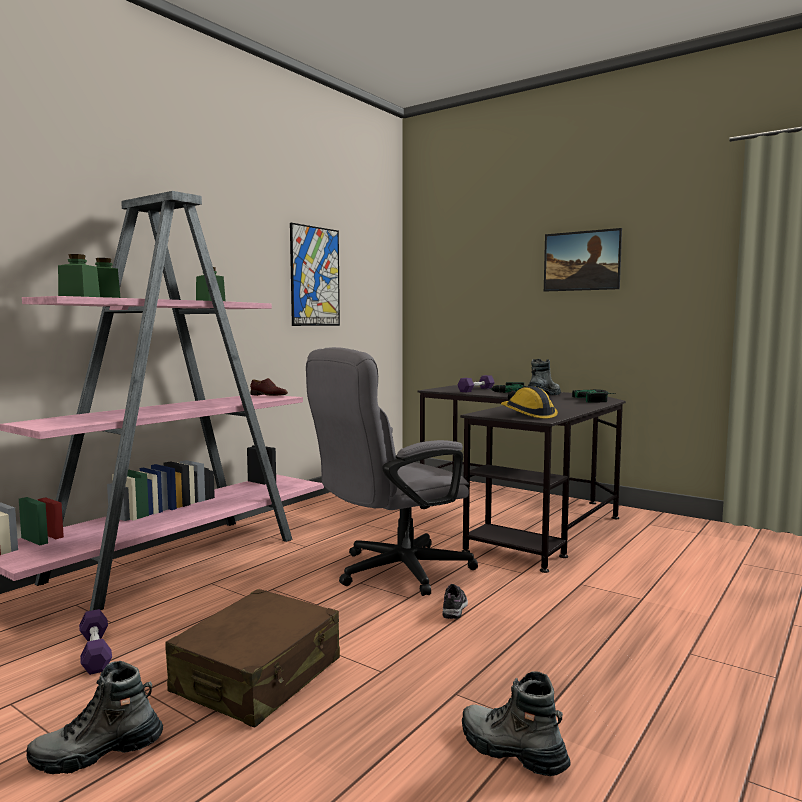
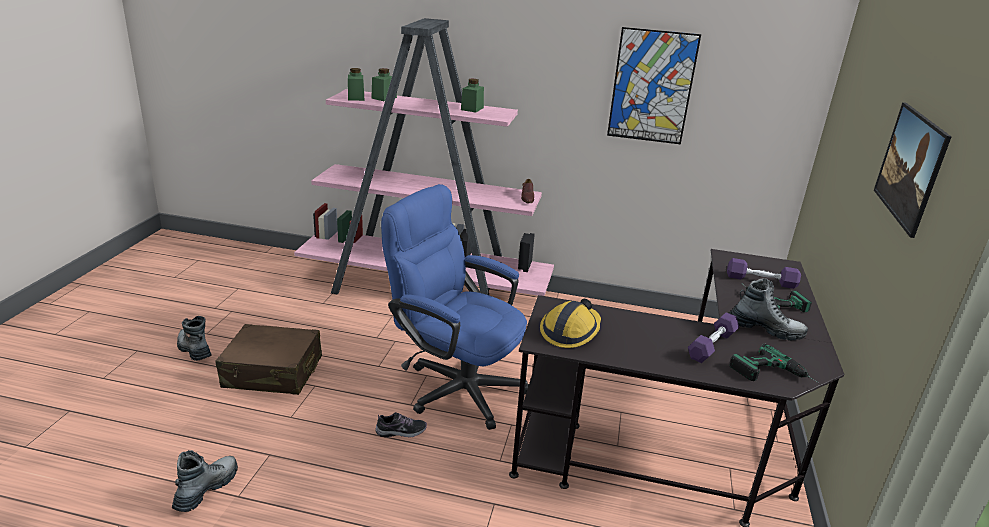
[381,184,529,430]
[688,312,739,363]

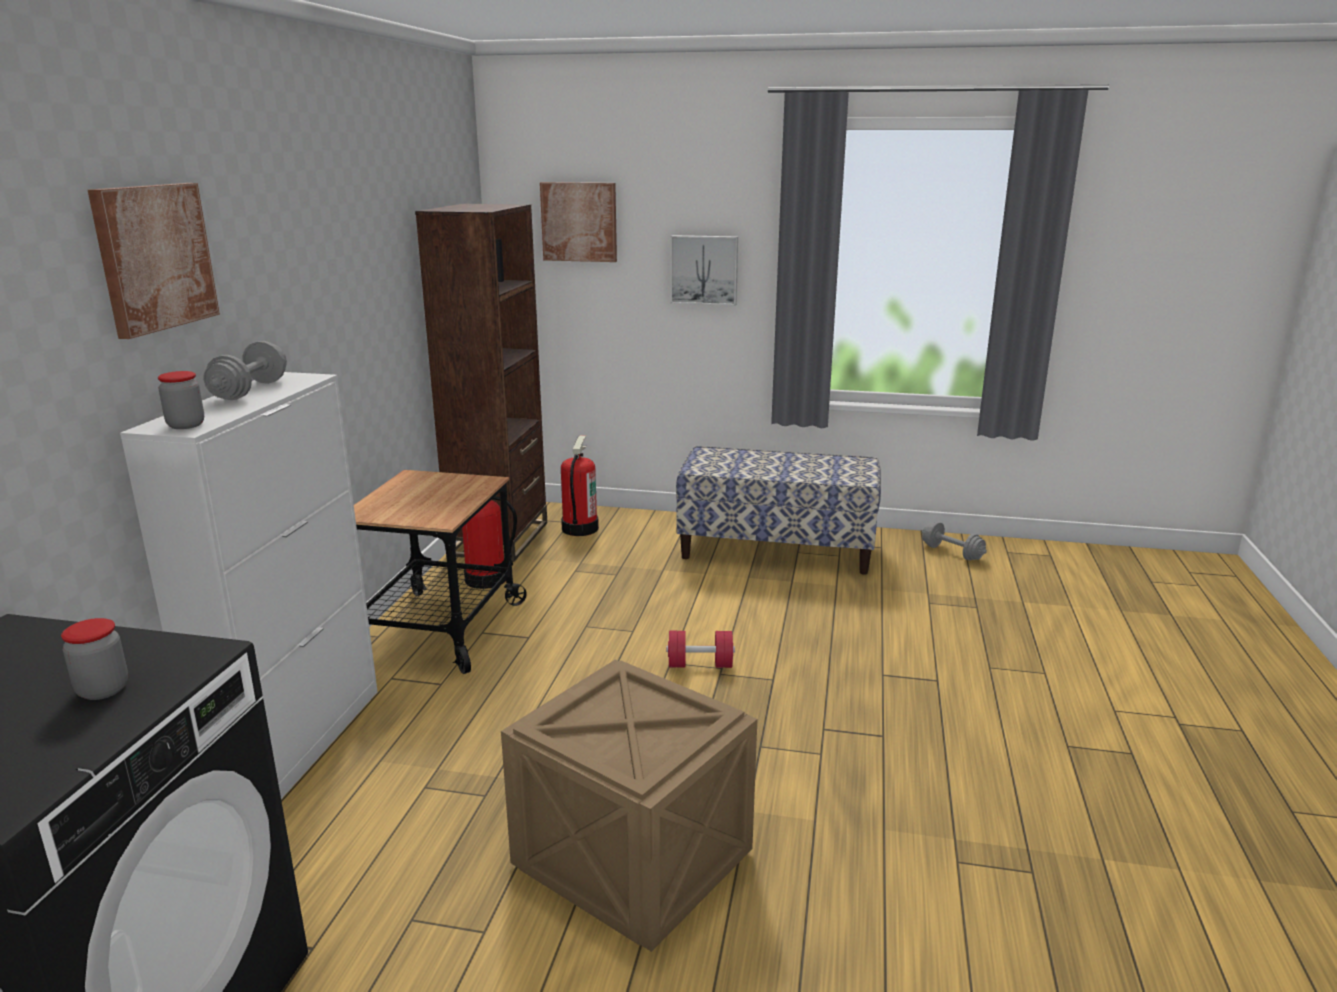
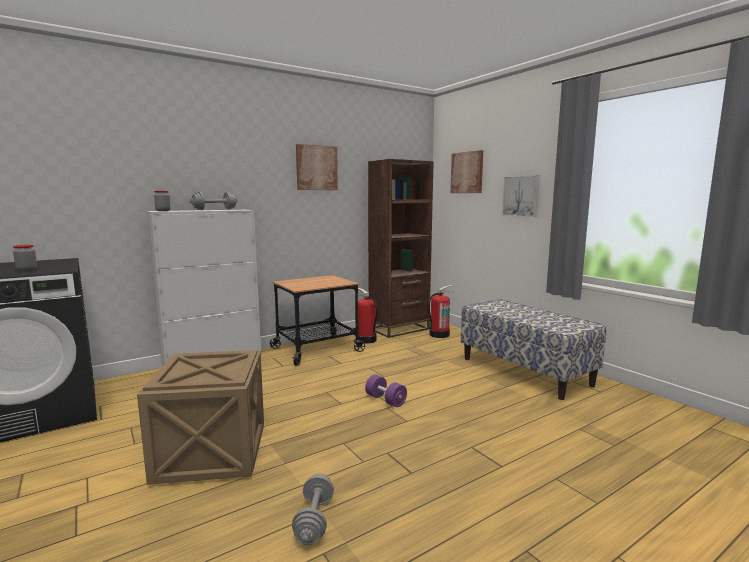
[296,144,338,190]
[292,473,334,545]
[365,374,407,407]

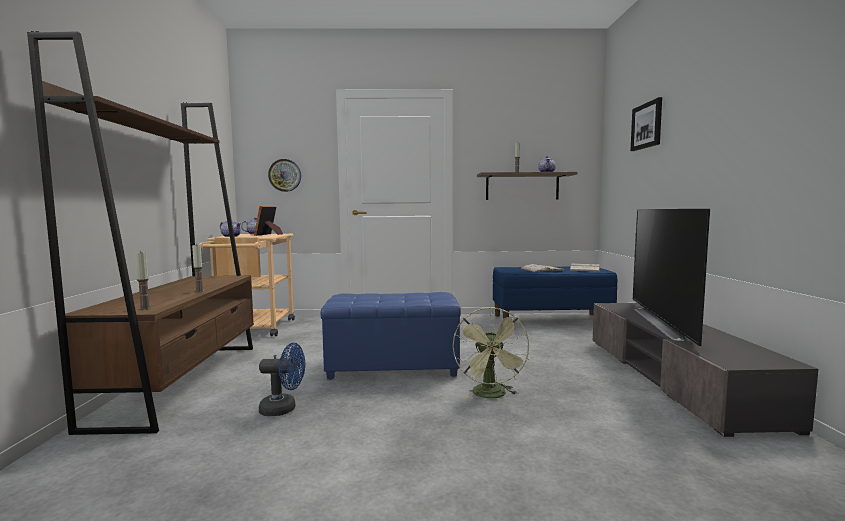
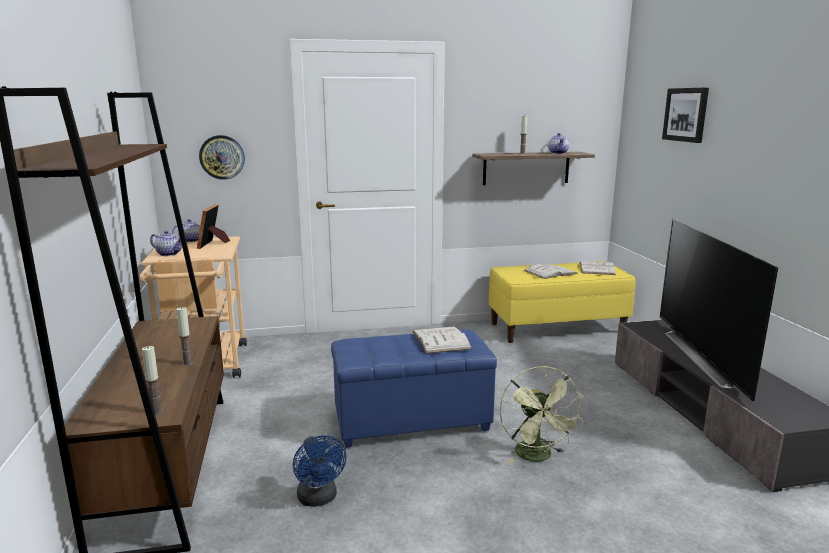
[488,261,635,343]
[293,435,346,507]
[412,326,472,354]

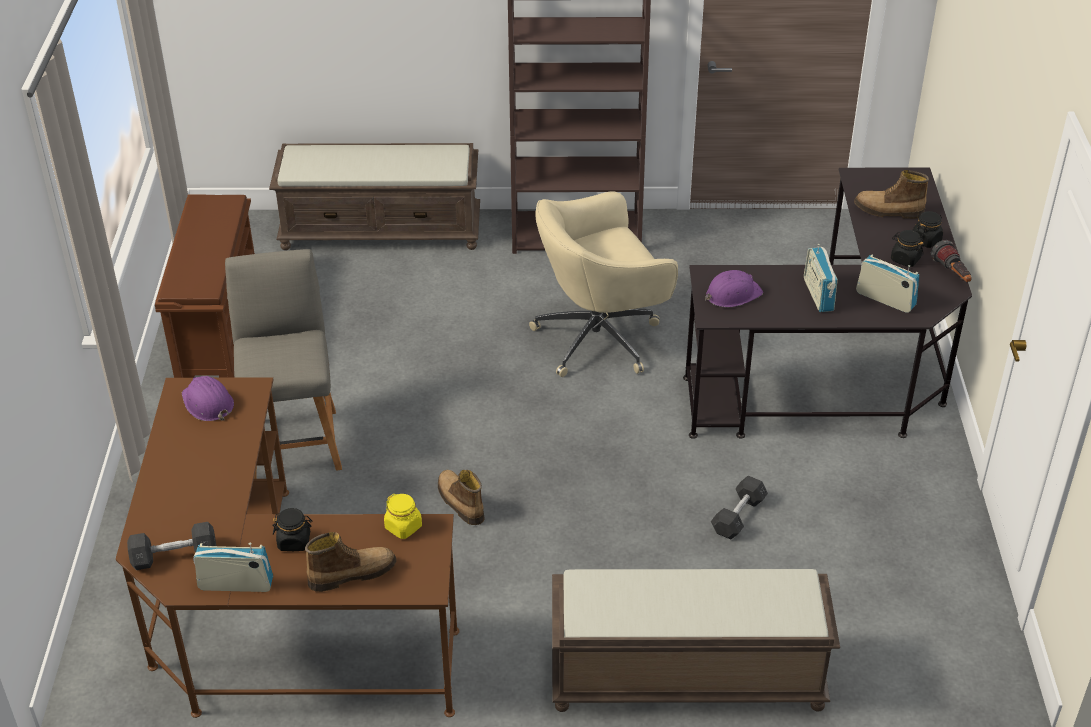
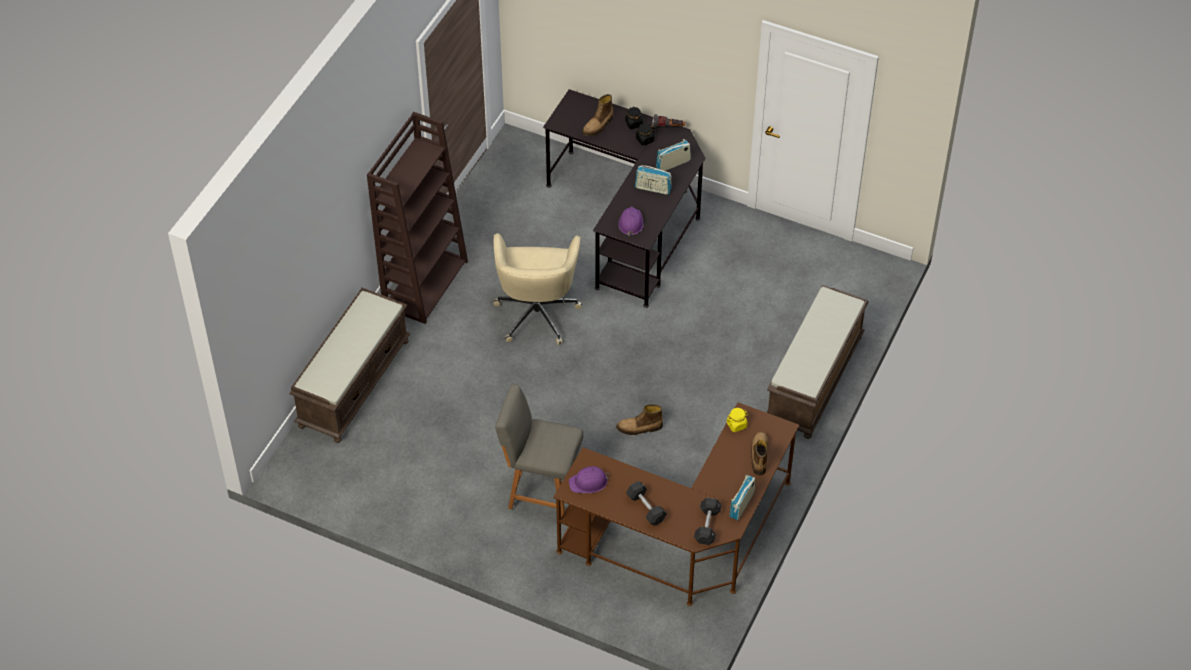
[155,194,255,378] (first image)
[626,481,667,526]
[272,508,312,551] (first image)

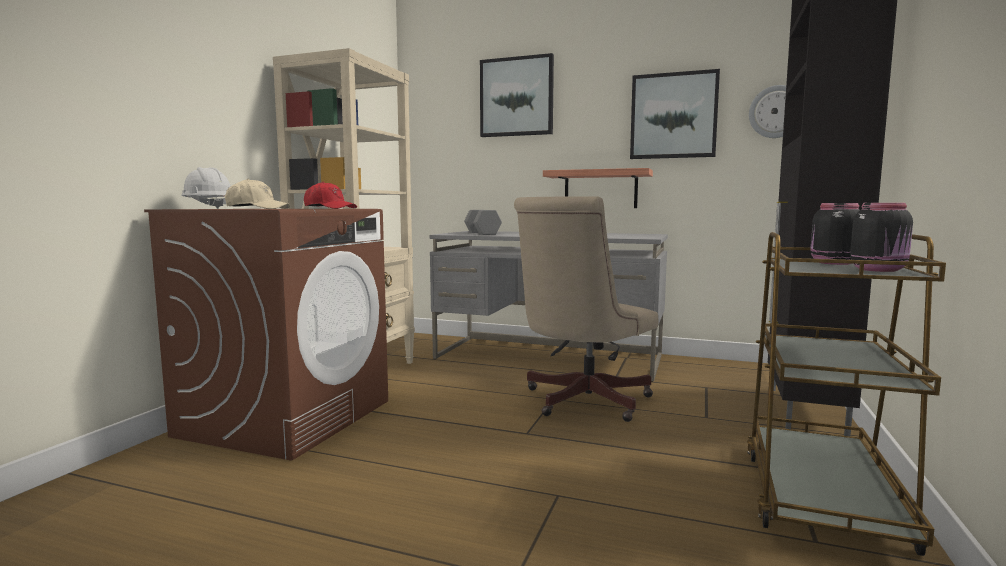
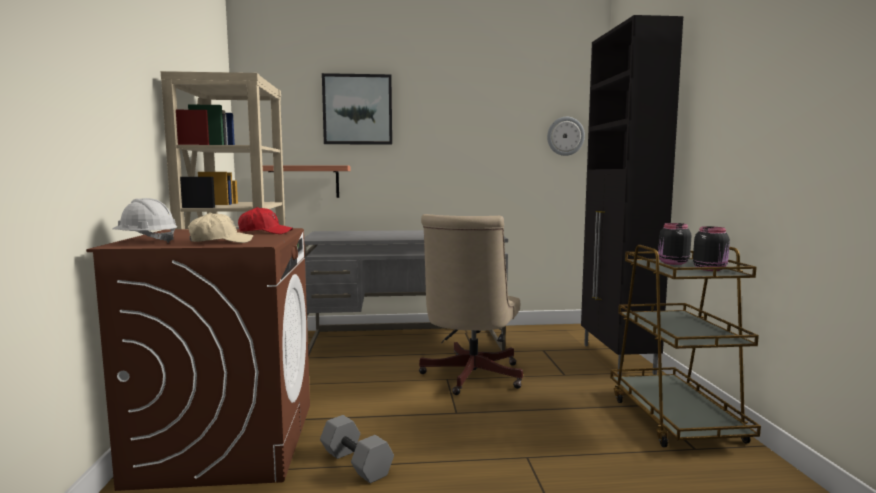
[630,69,720,159] (first image)
[263,165,350,198]
[320,415,394,483]

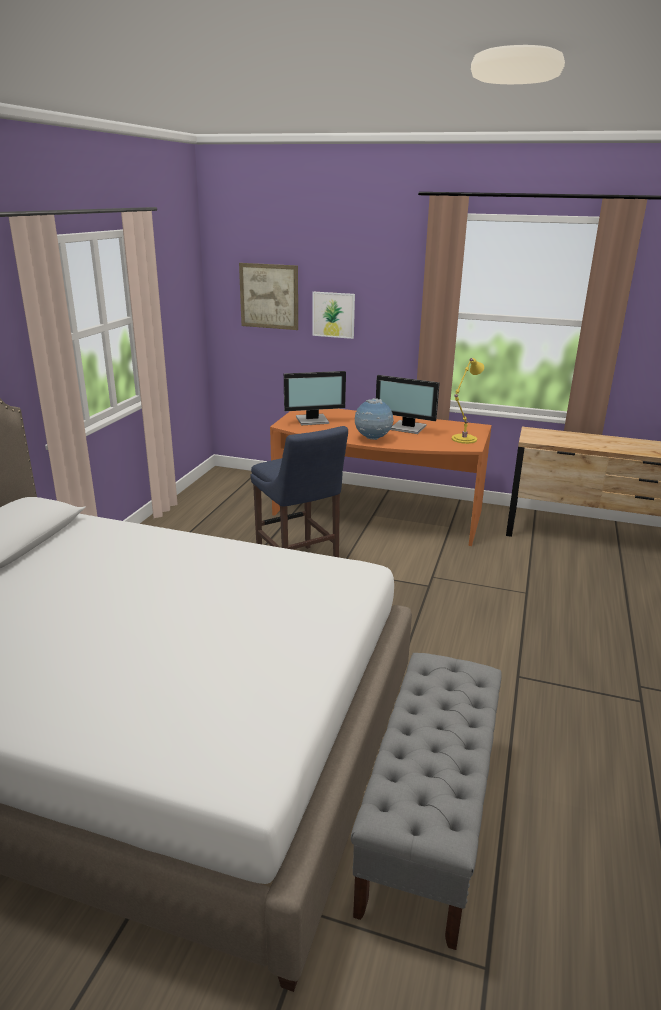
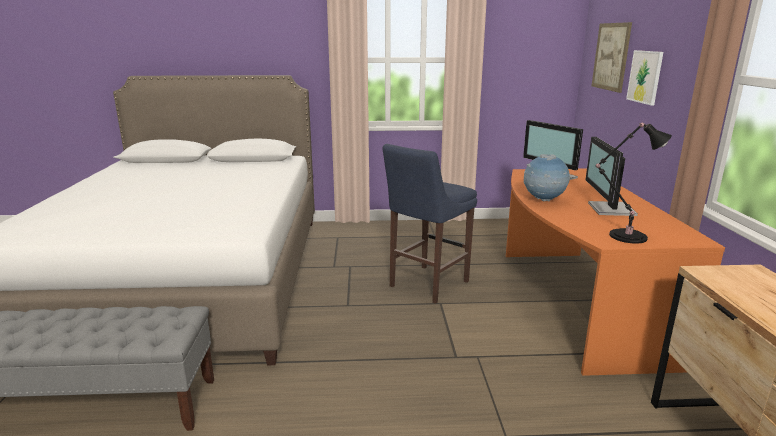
[596,122,672,244]

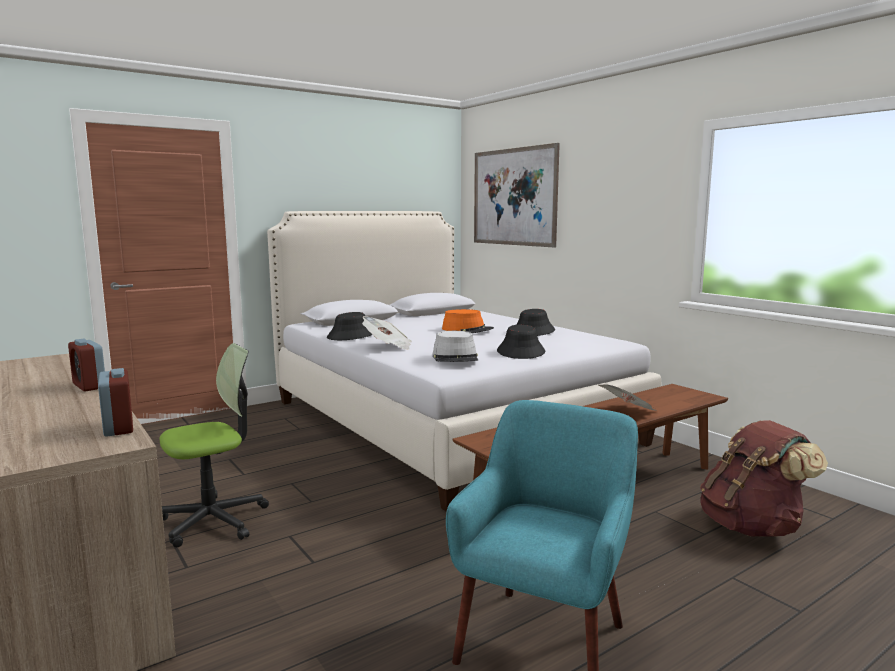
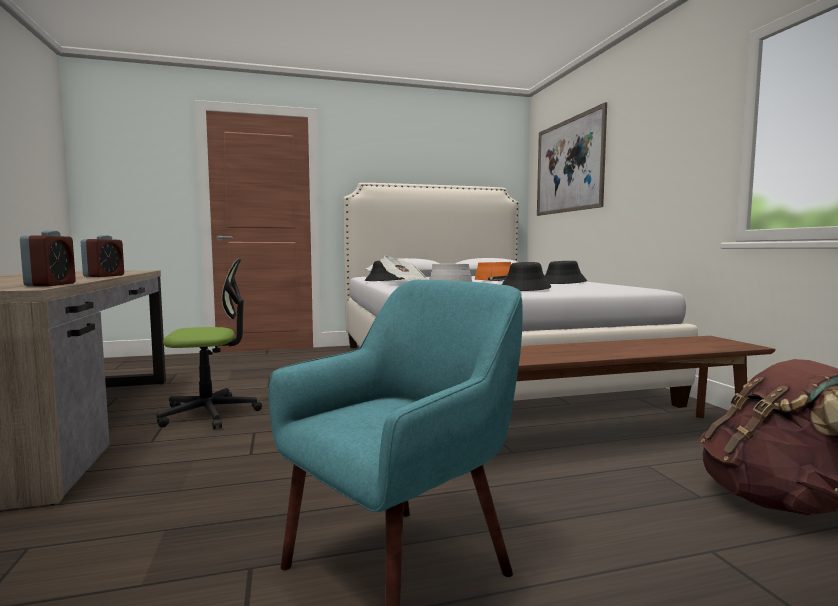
[81,235,124,277]
[599,384,655,410] (first image)

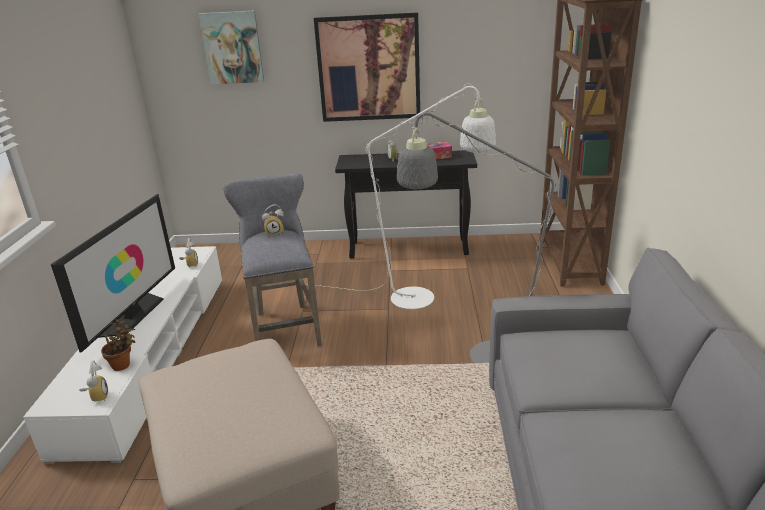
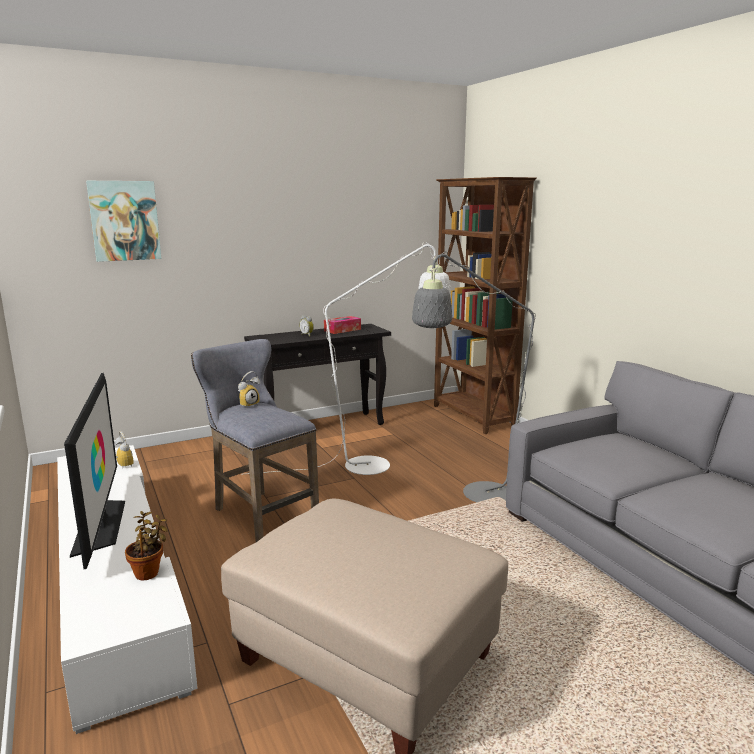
[314,12,420,122] (first image)
[79,361,108,402] (first image)

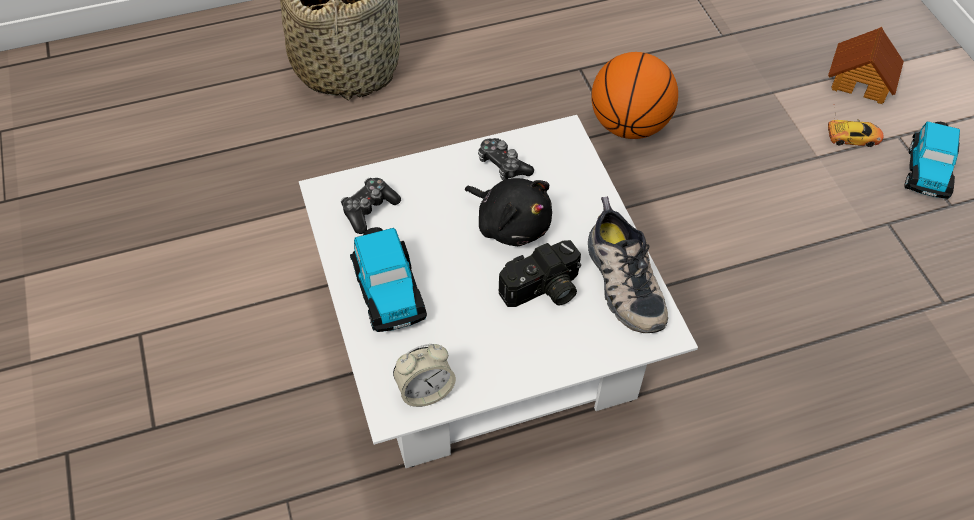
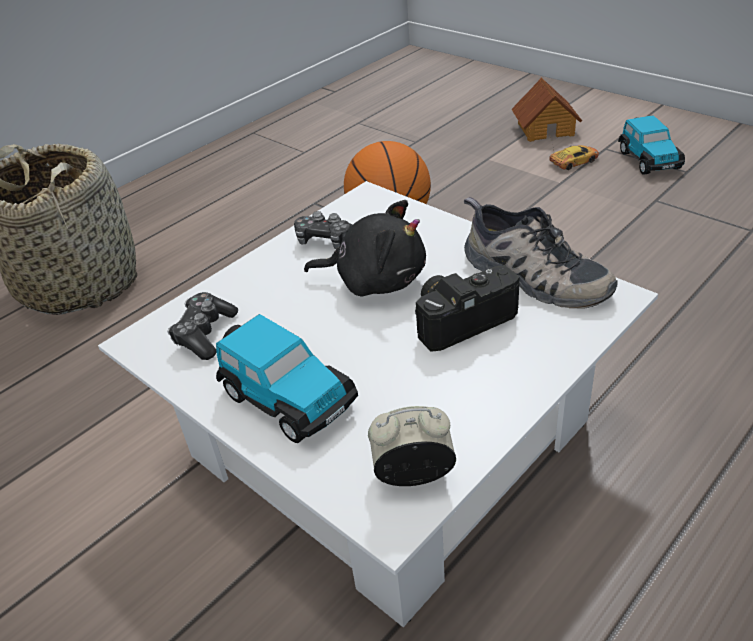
[415,266,520,352]
[368,406,456,486]

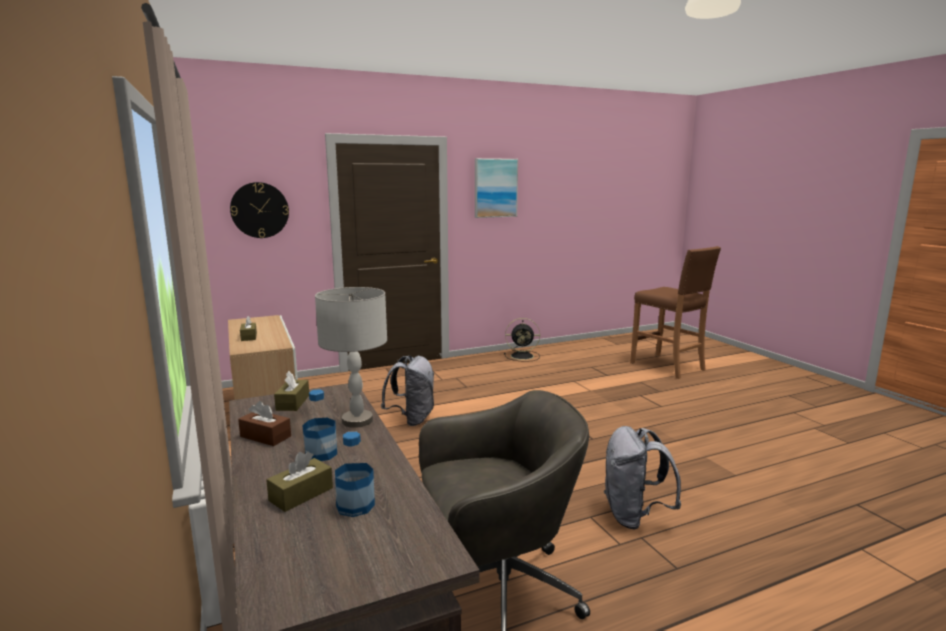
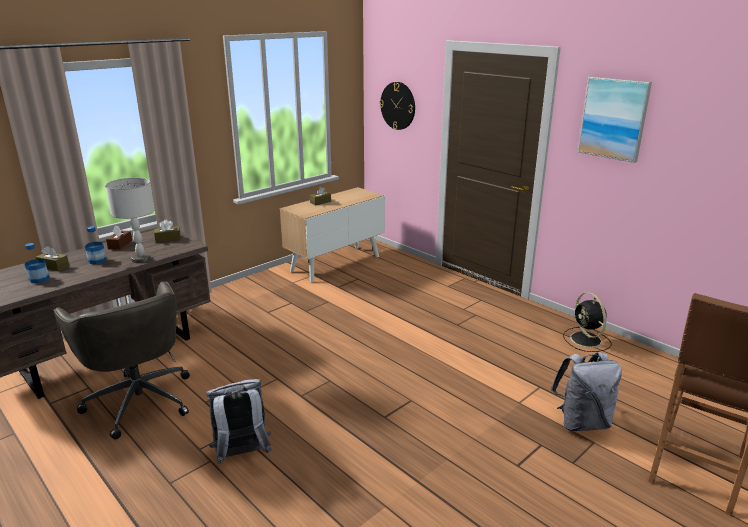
[551,352,622,431]

